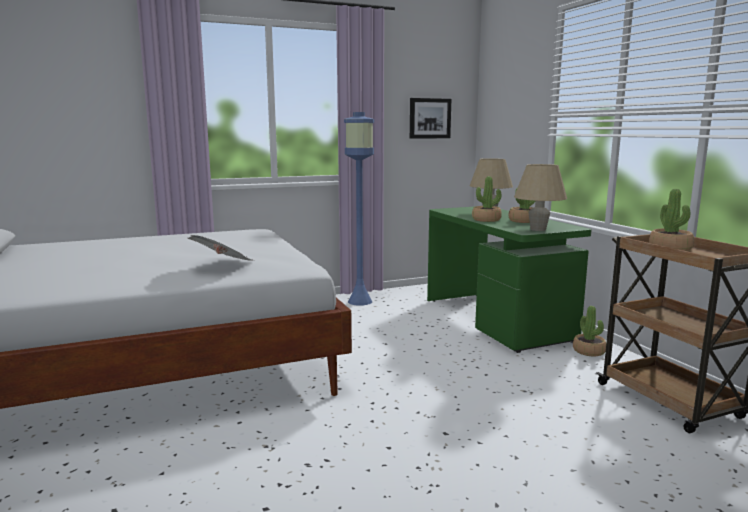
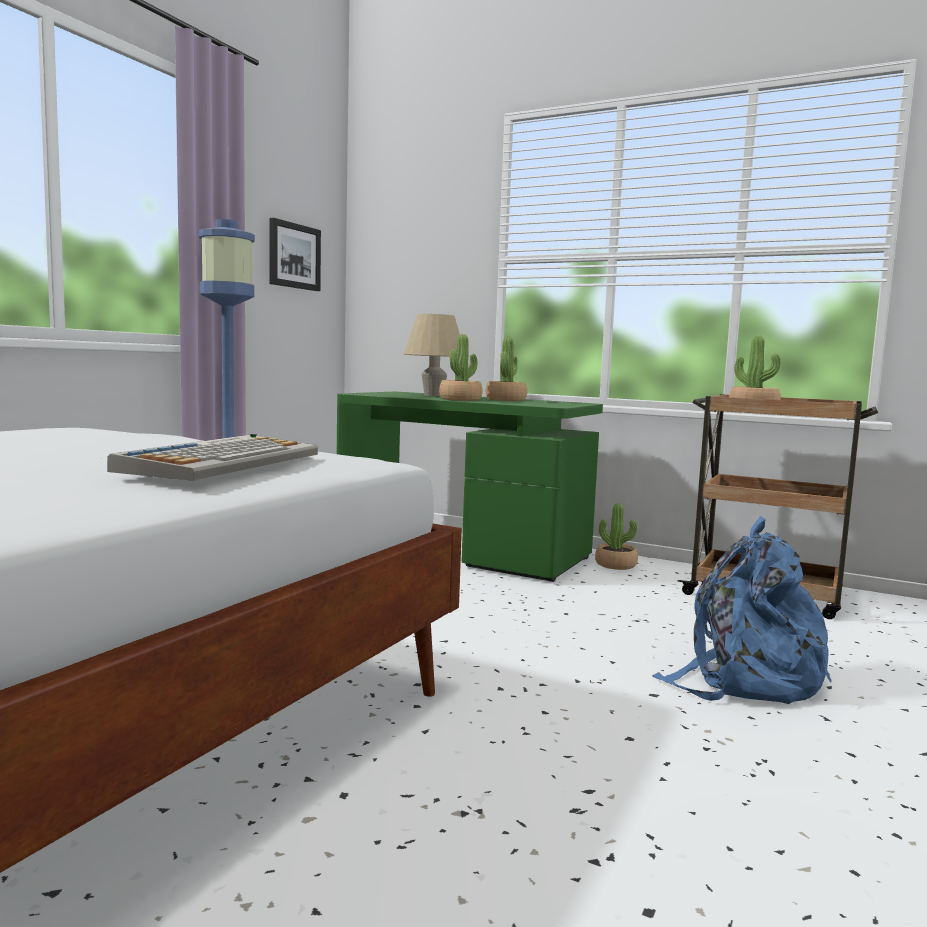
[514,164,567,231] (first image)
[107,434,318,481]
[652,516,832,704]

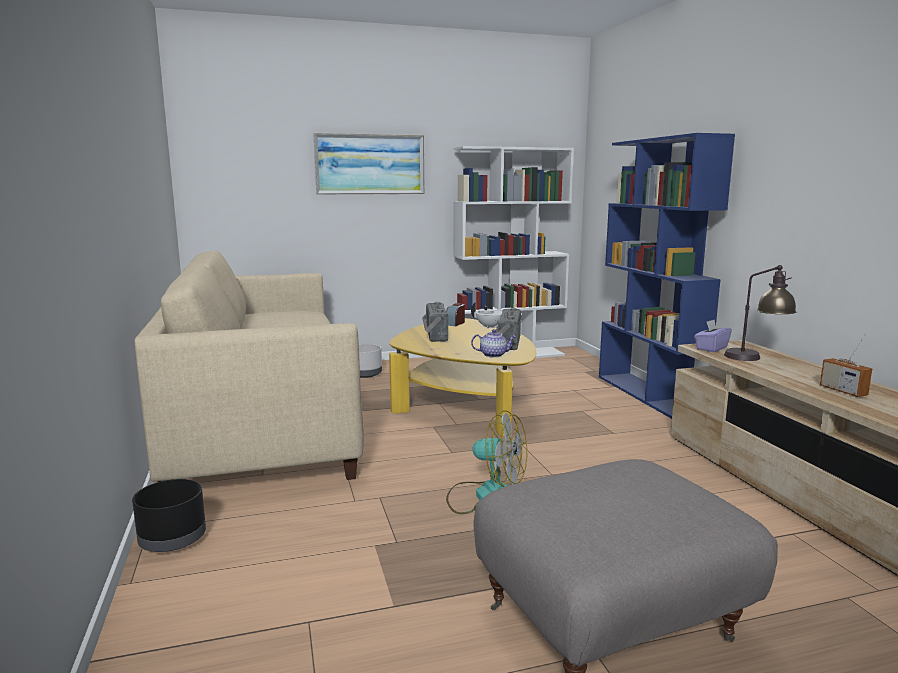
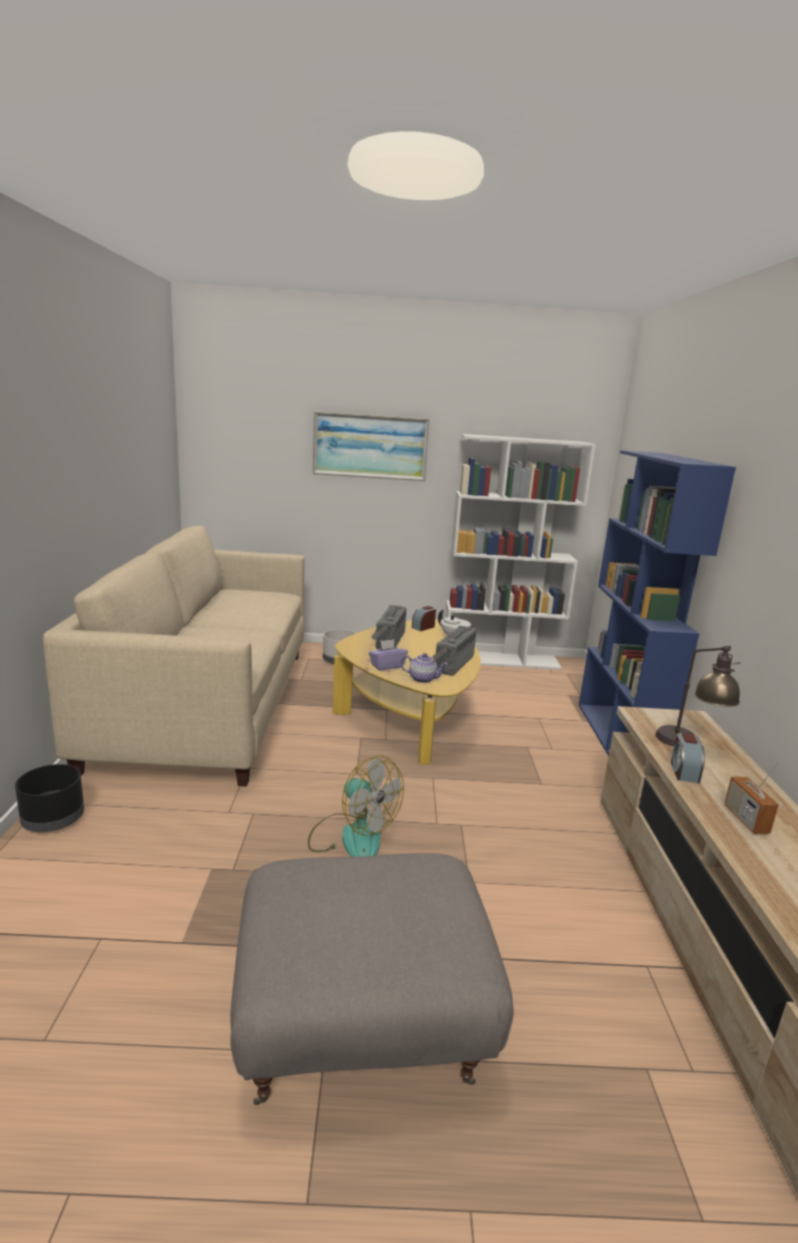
[369,639,408,670]
[671,733,705,783]

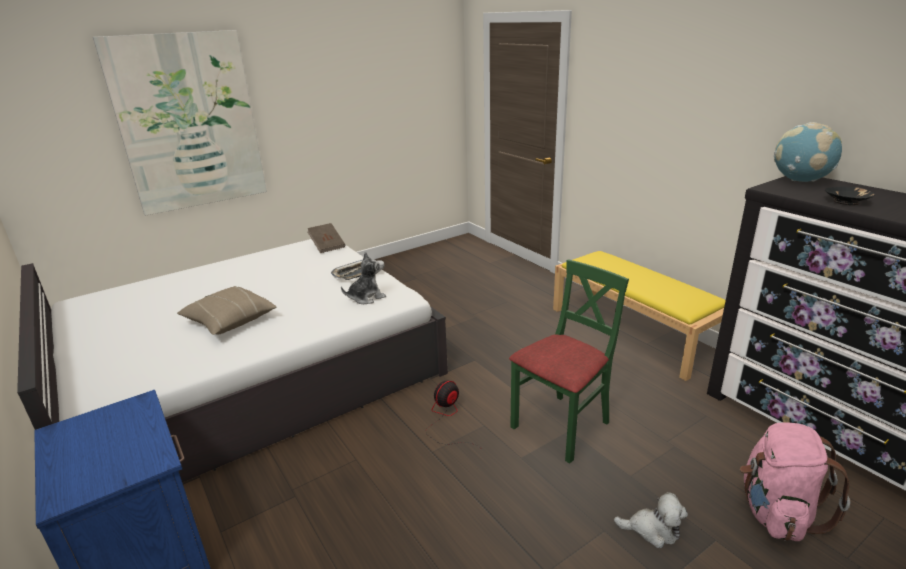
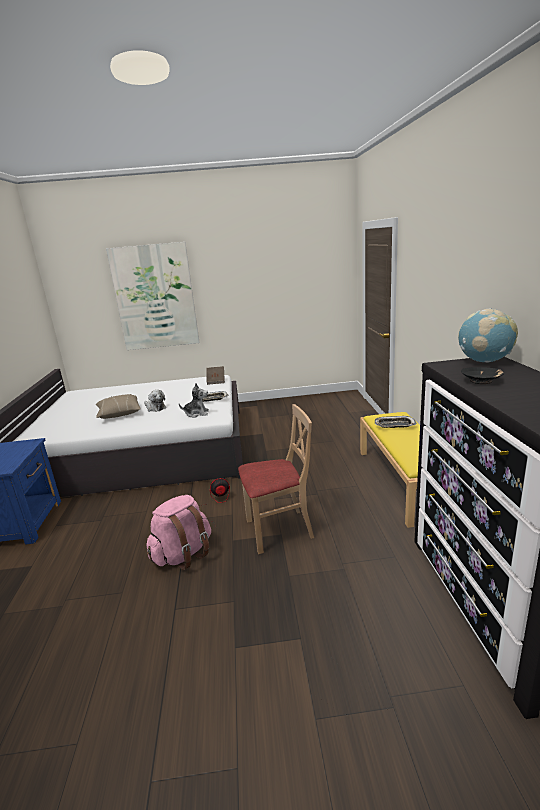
[238,404,314,554]
[147,495,211,570]
[144,390,166,412]
[375,416,417,428]

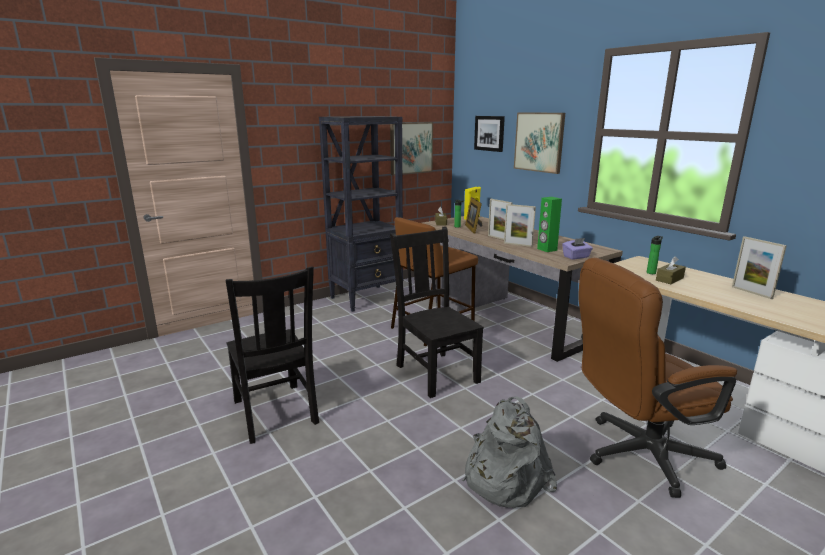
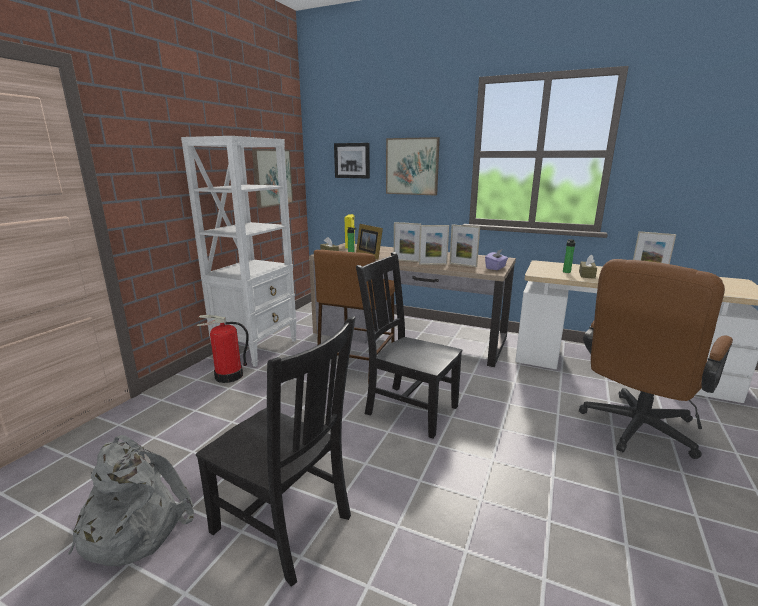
[181,136,297,367]
[449,224,480,267]
[68,435,194,566]
[197,315,249,383]

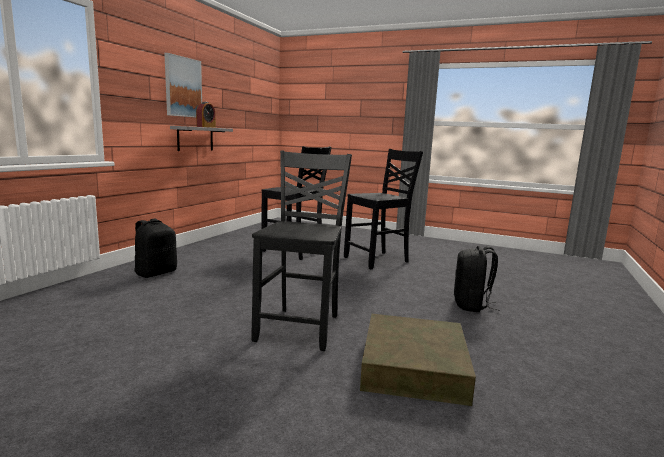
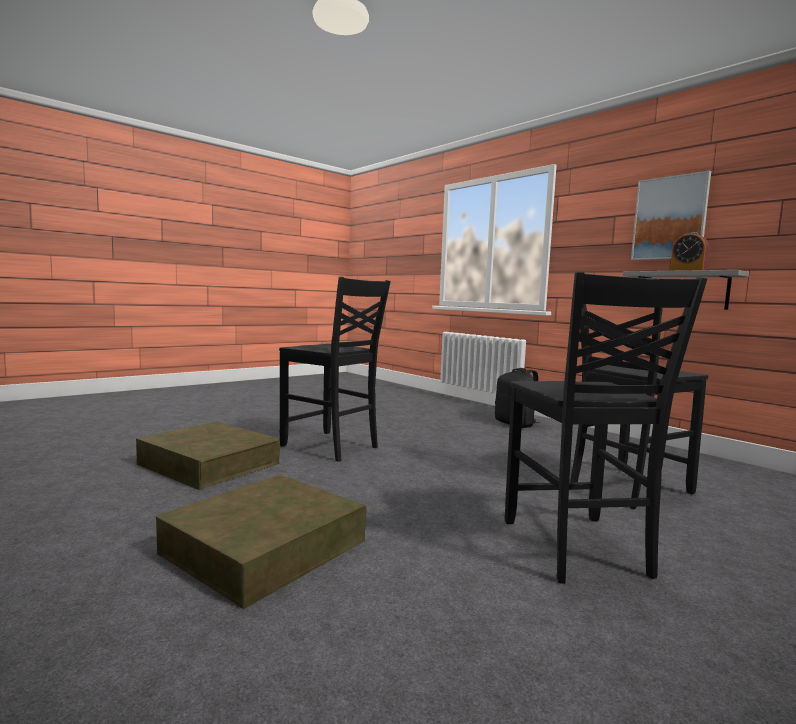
[156,475,367,609]

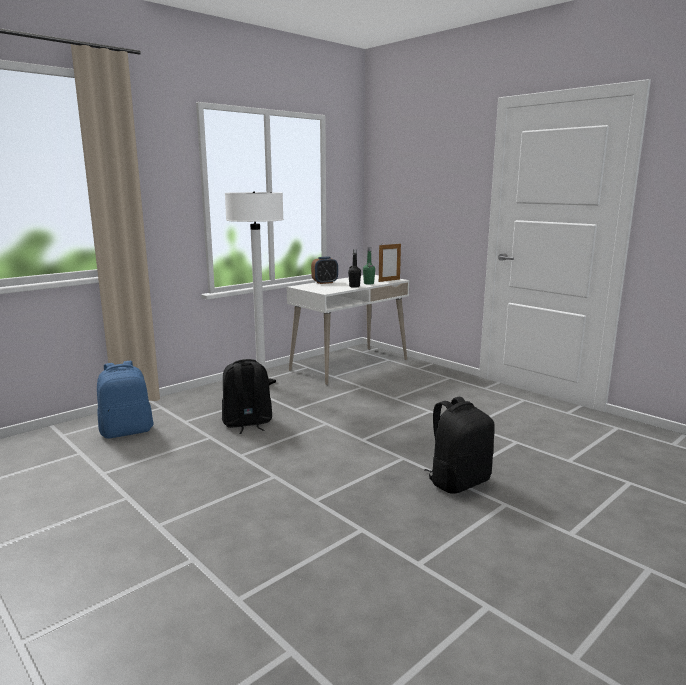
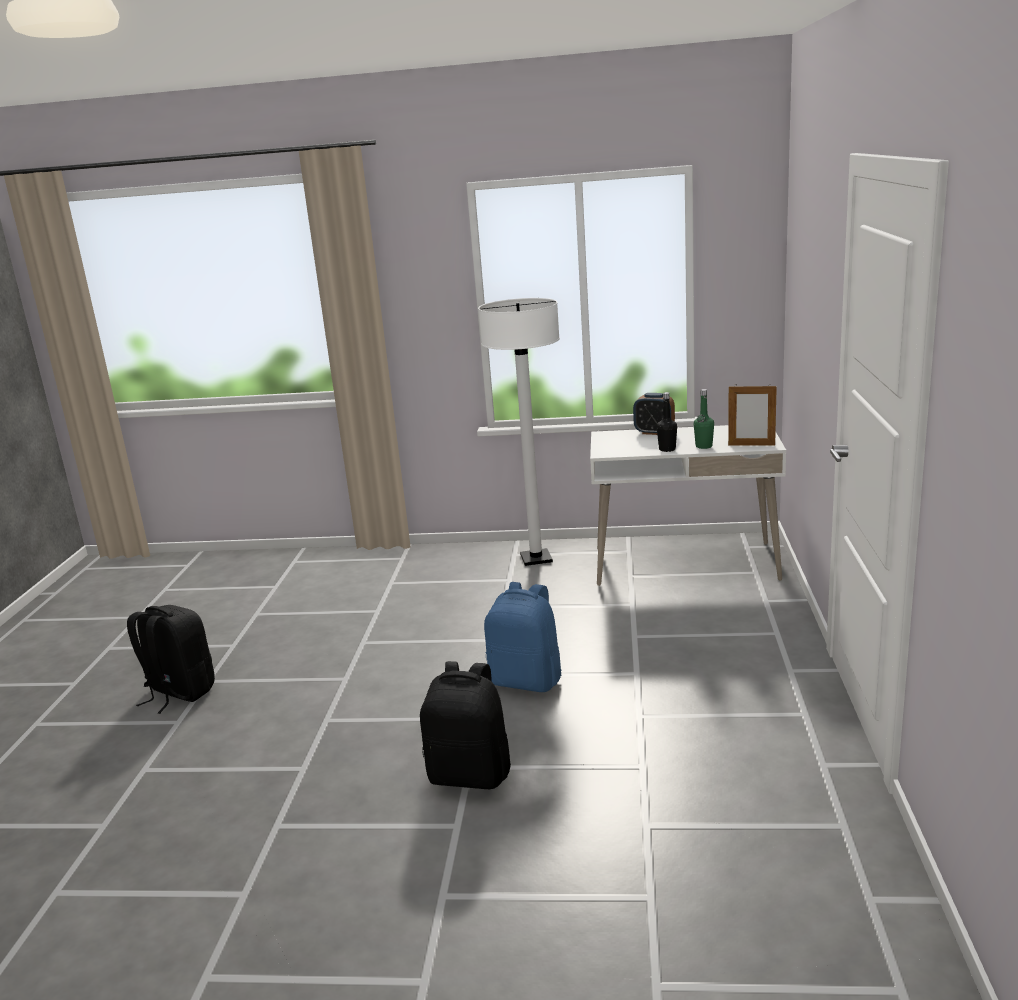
[127,605,215,714]
[484,582,561,692]

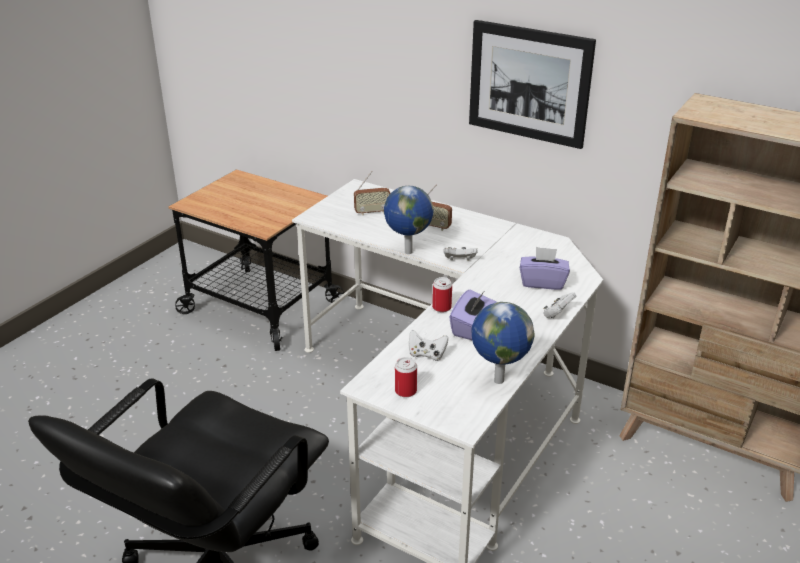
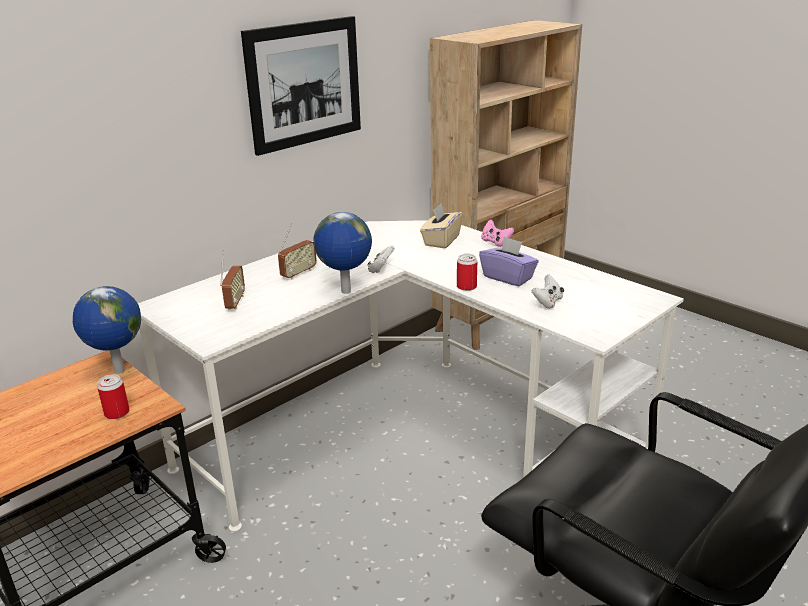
[420,203,463,248]
[481,220,514,247]
[73,286,141,374]
[97,374,129,419]

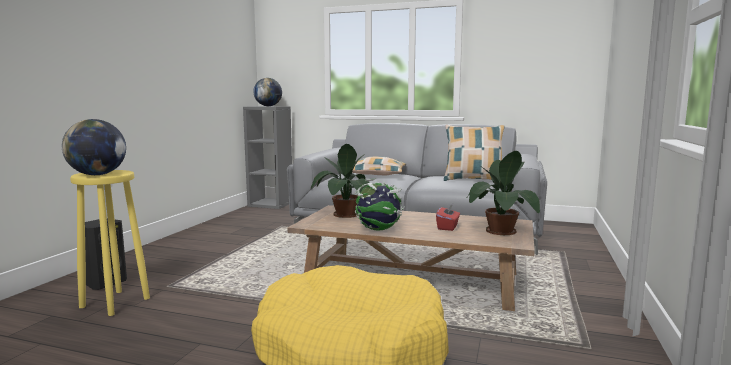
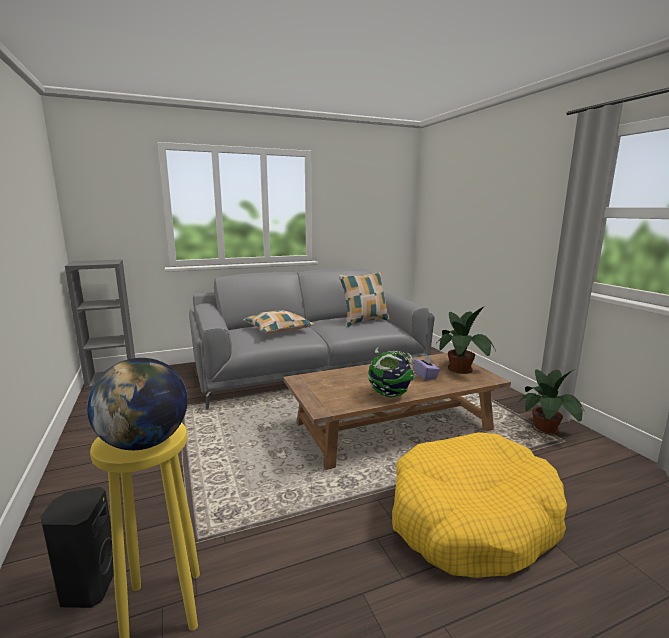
[253,78,282,106] (first image)
[519,369,584,435]
[412,354,440,380]

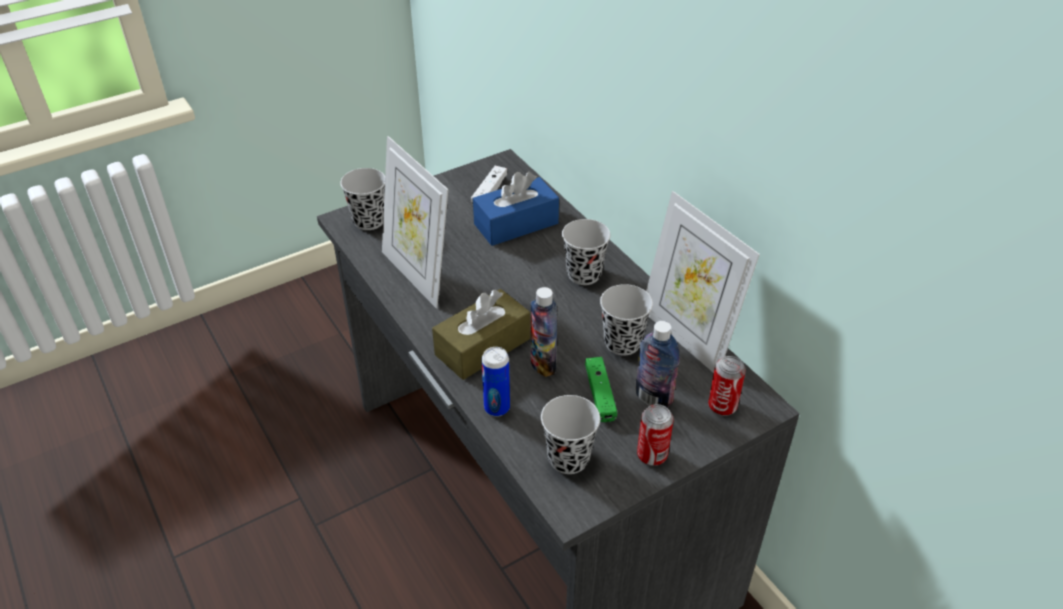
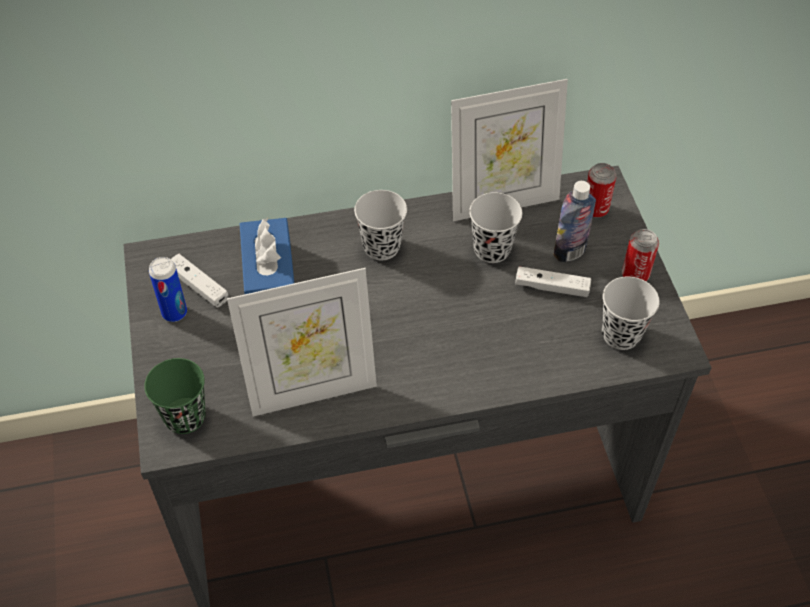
[144,358,206,434]
[531,287,557,377] (first image)
[432,289,530,380] (first image)
[149,257,187,322]
[515,266,591,297]

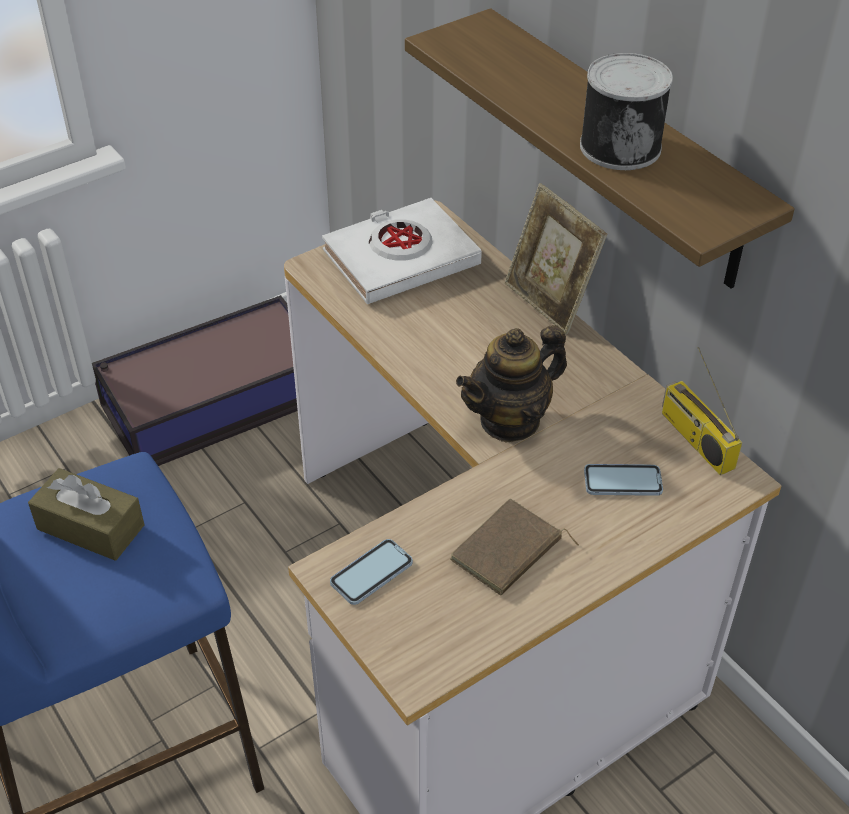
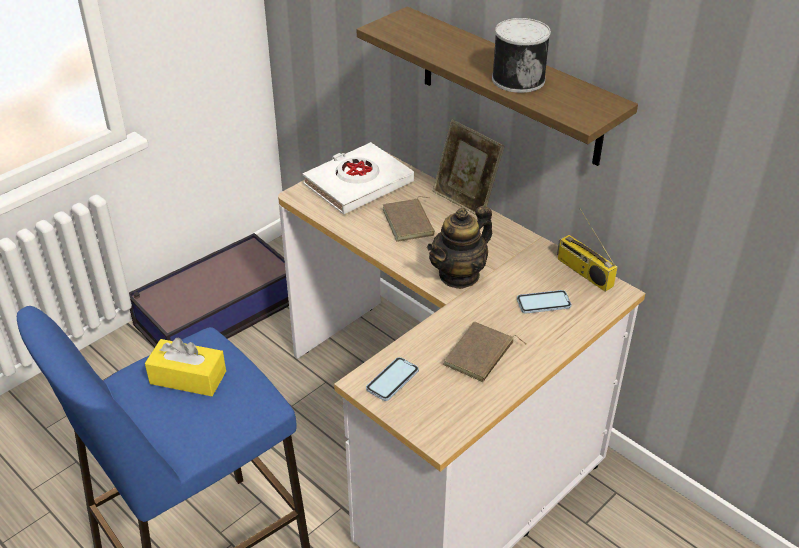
[145,337,226,396]
[383,196,435,242]

